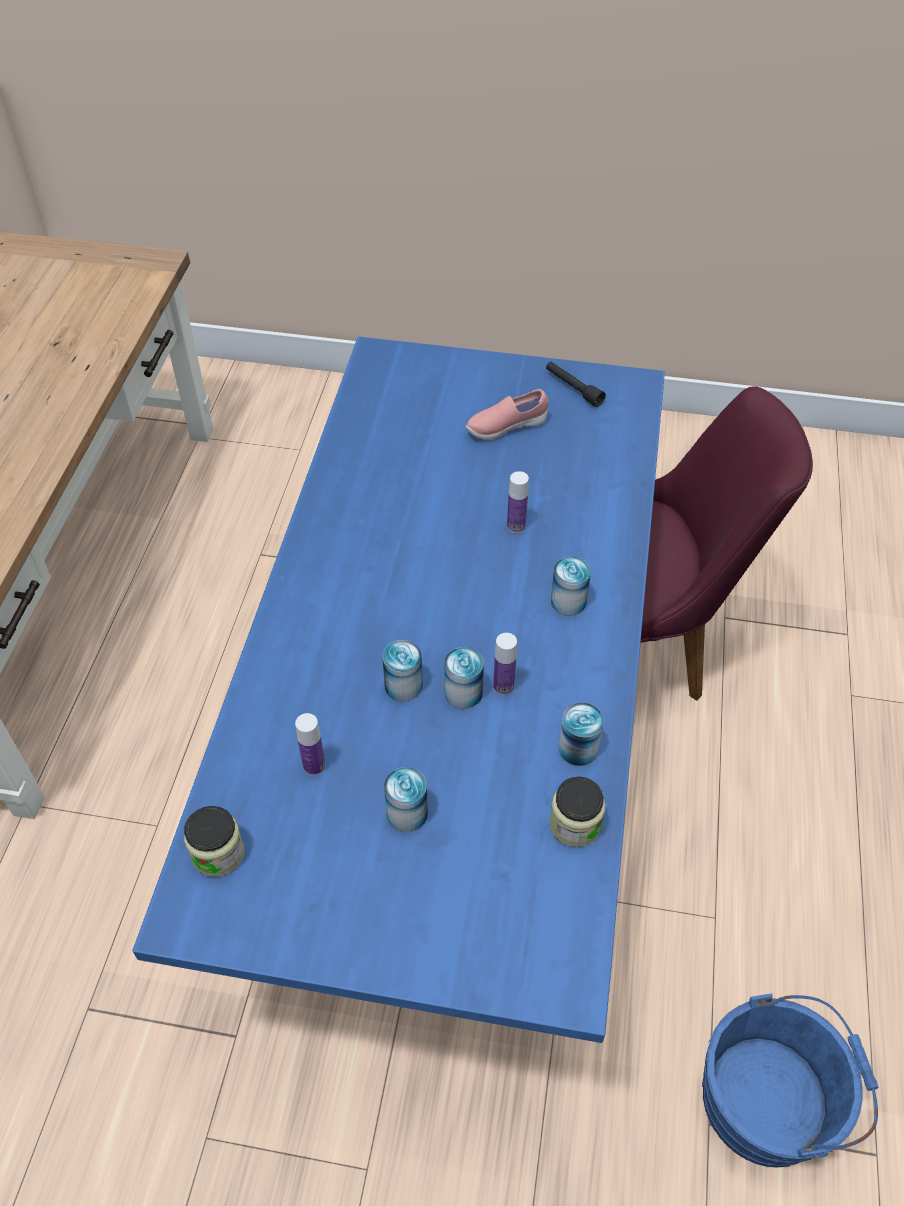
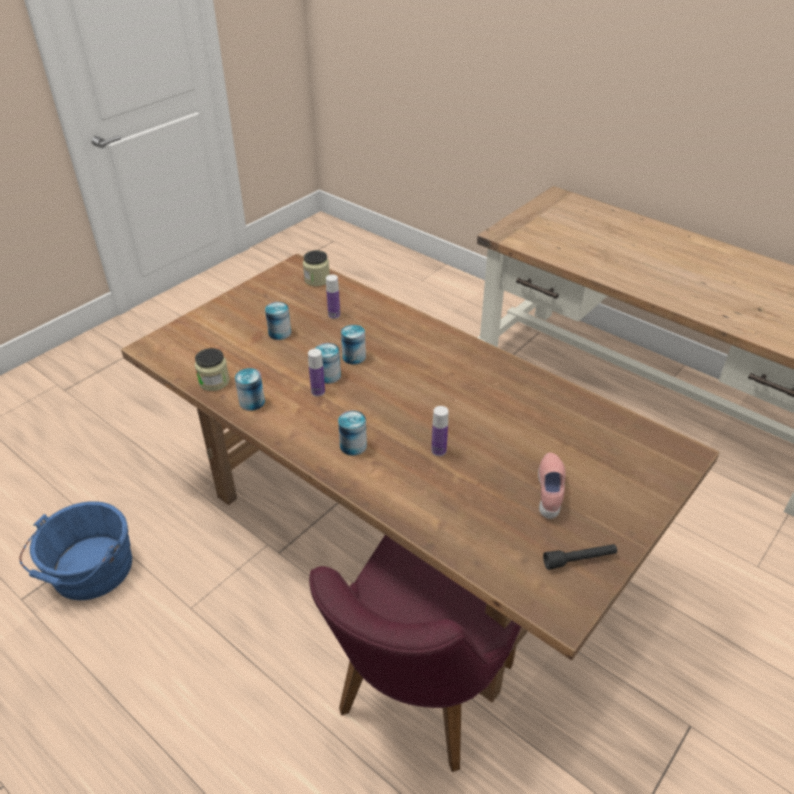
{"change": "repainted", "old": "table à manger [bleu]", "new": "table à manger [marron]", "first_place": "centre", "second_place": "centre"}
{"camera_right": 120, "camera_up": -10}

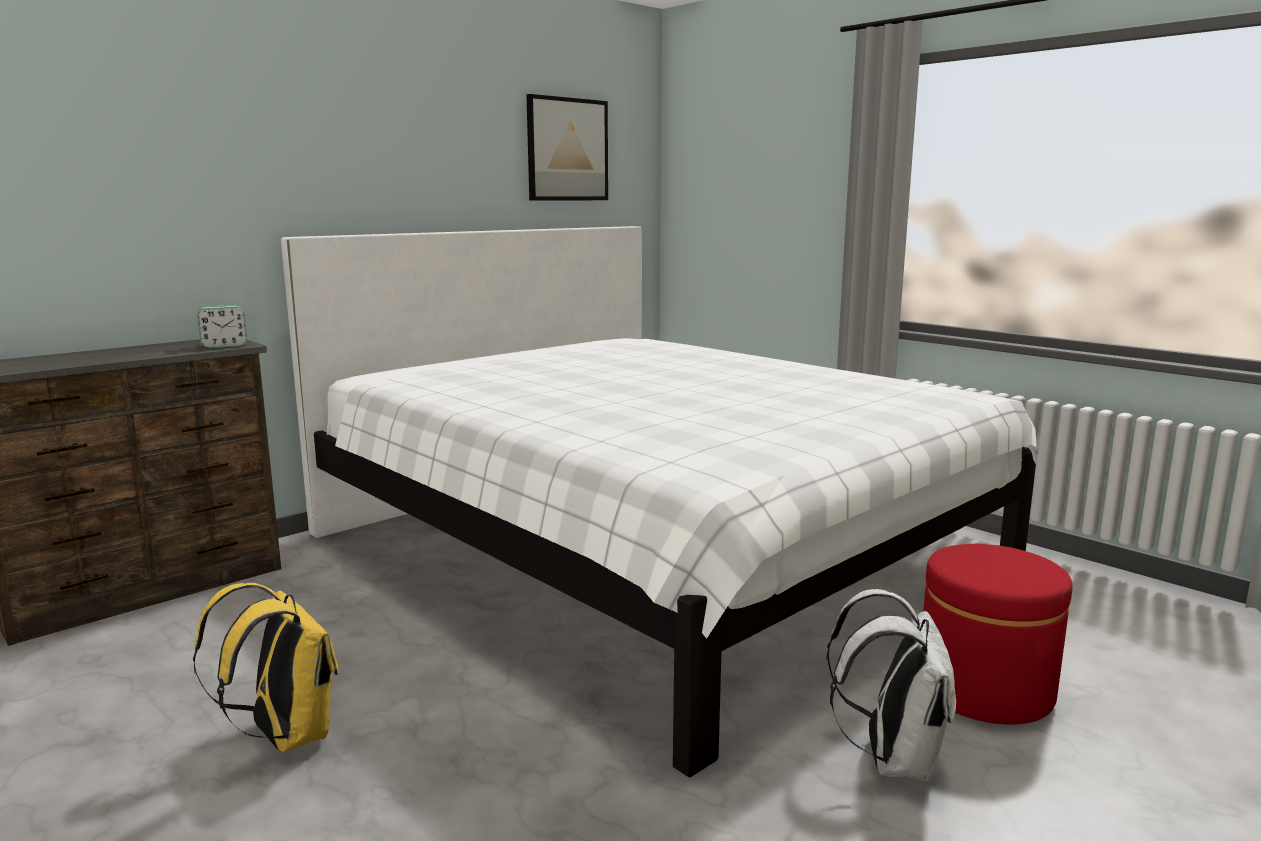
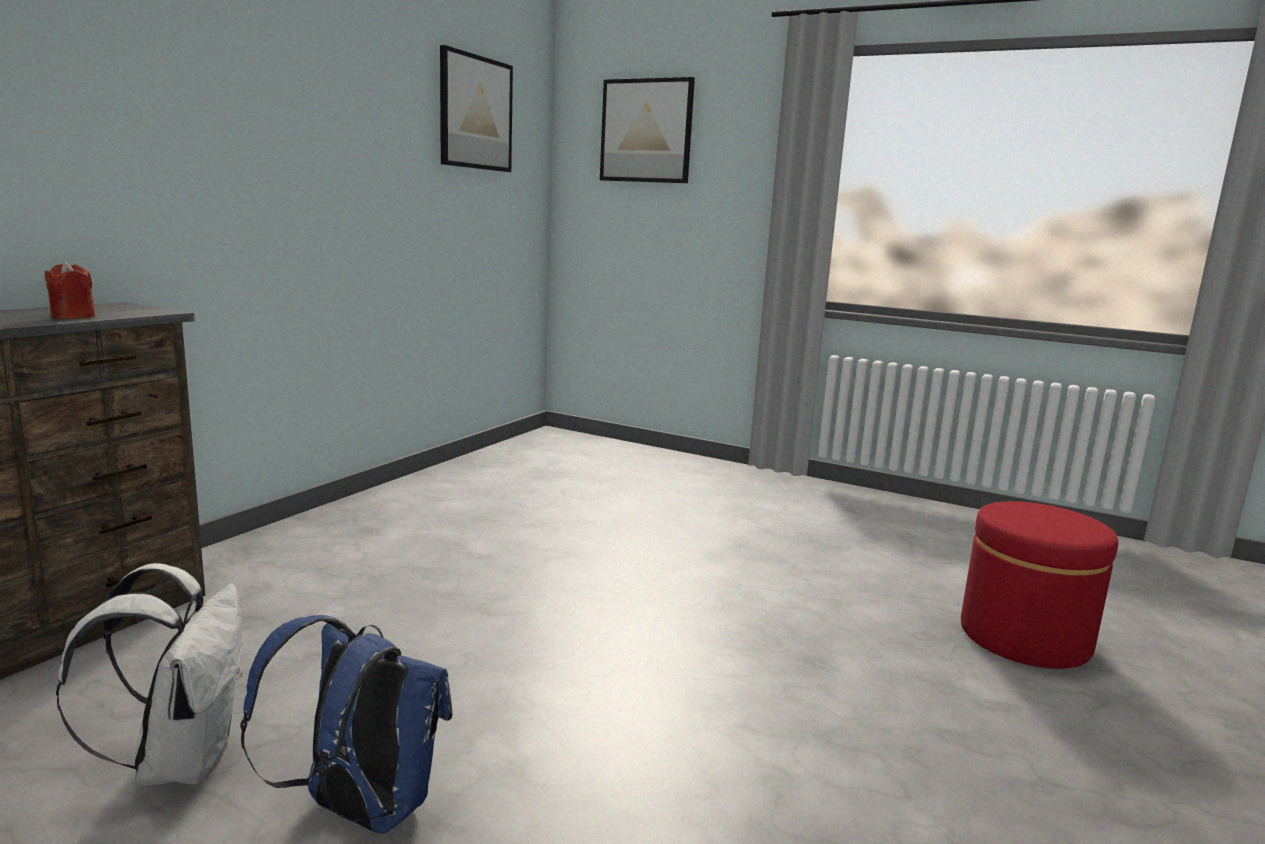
{"change": "new", "new": "bougie [rouge]", "second_place": "middle left"}
{"change": "shifted", "old": "sac à dos [blanc]", "first_place": "bottom right", "second_place": "bottom left"}
{"change": "repainted", "old": "sac à dos [jaune]", "new": "sac à dos [bleu]", "first_place": "bottom left", "second_place": "bottom left"}
{"change": "new", "new": "tableau (no. 2 from left)", "second_place": "top centre"}
{"change": "gone", "old": "réveil", "first_place": "middle left"}
{"change": "gone", "old": "lit [blanc]", "first_place": "centre"}
{"camera_right": -20, "camera_up": 0}

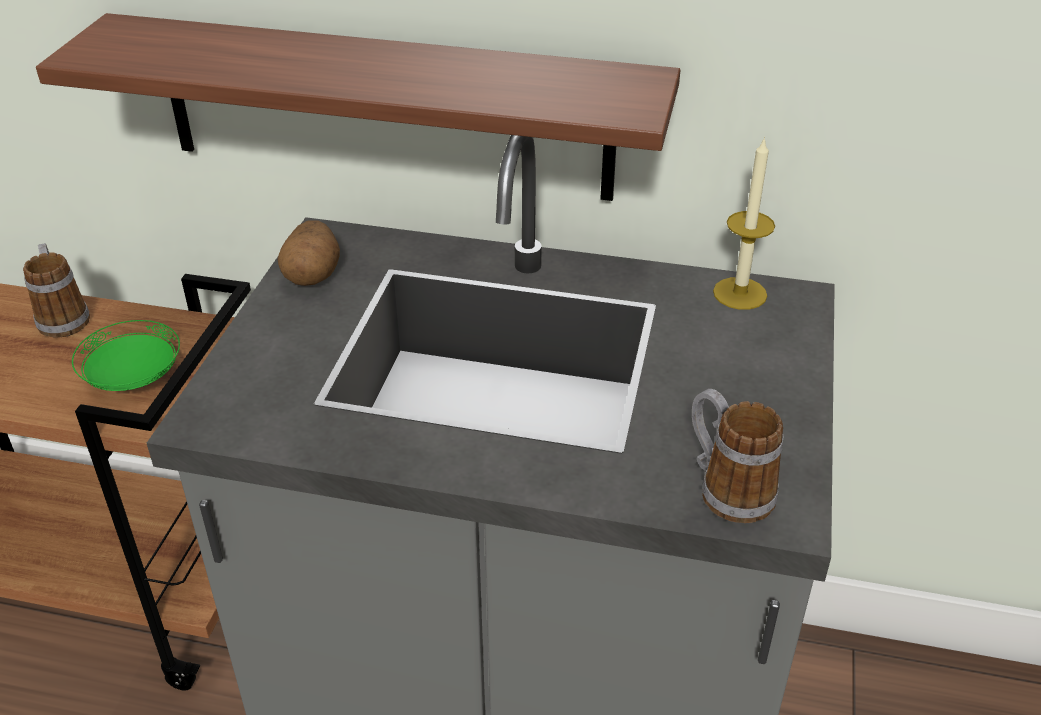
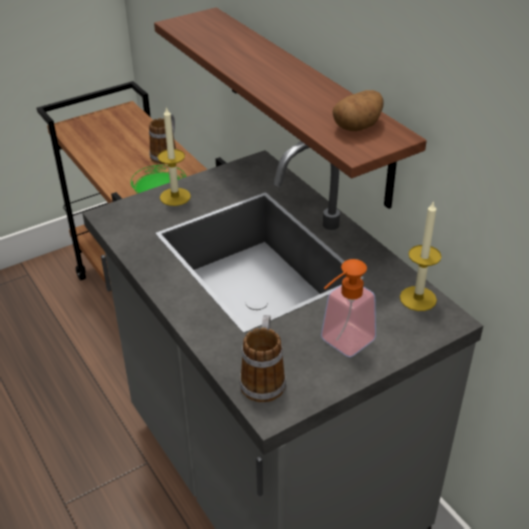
{"change": "new", "new": "bougie (no. 1 from left)", "second_place": "top left"}
{"change": "new", "new": "distributeur de savon", "second_place": "centre"}
{"change": "shifted", "old": "pomme de terre", "first_place": "middle left", "second_place": "top right"}
{"camera_right": 45, "camera_up": 0}

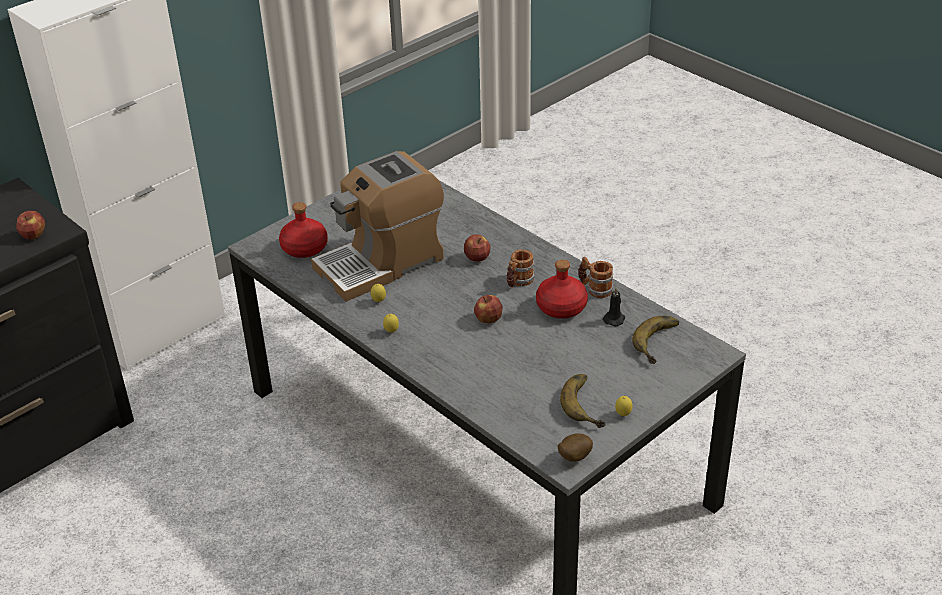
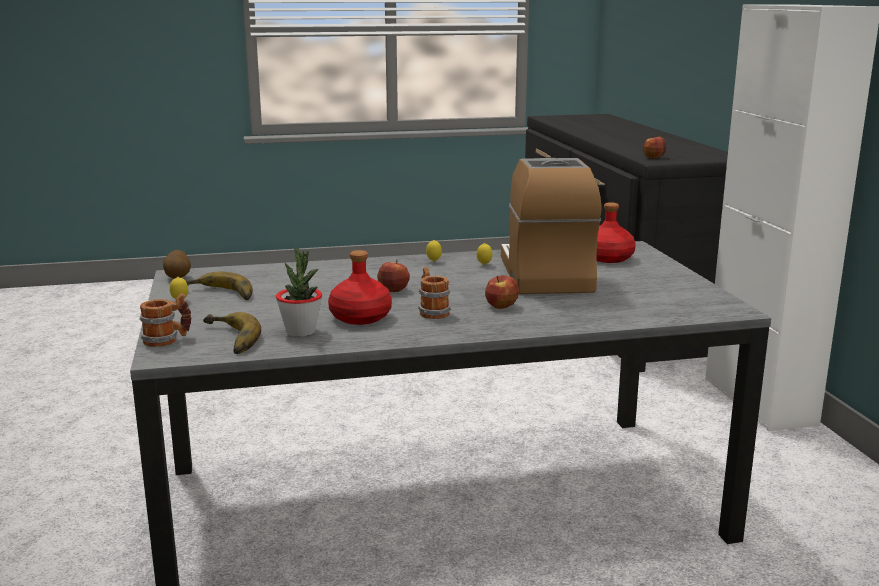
{"change": "shifted", "old": "mug (no. 2 from left in the first image)", "new": "mug (no. 1 from left)", "first_place": "centre", "second_place": "middle left"}
{"change": "swapped", "old": "bougie [noir]", "new": "plante en pot", "first_place": "centre", "second_place": "centre"}
{"camera_right": 120, "camera_up": -20}

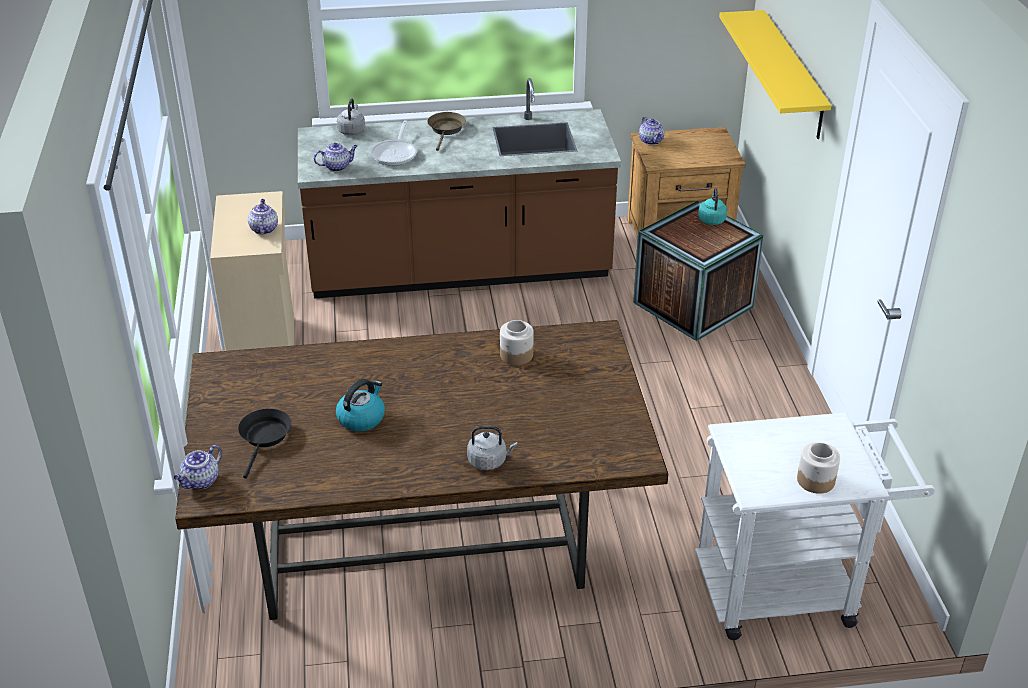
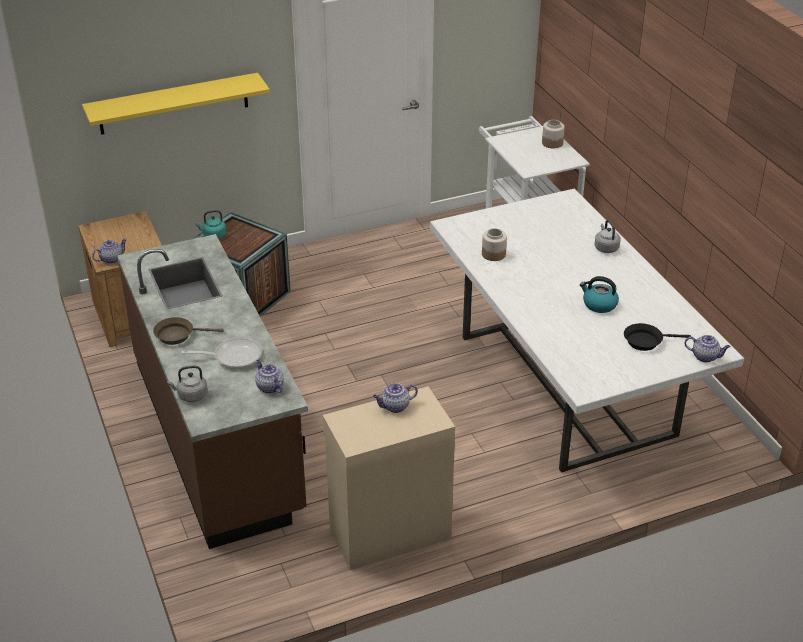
{"change": "repainted", "old": "table à manger [marron]", "new": "table à manger [blanc]", "first_place": "bottom centre", "second_place": "middle right"}
{"camera_right": -105, "camera_up": 0}

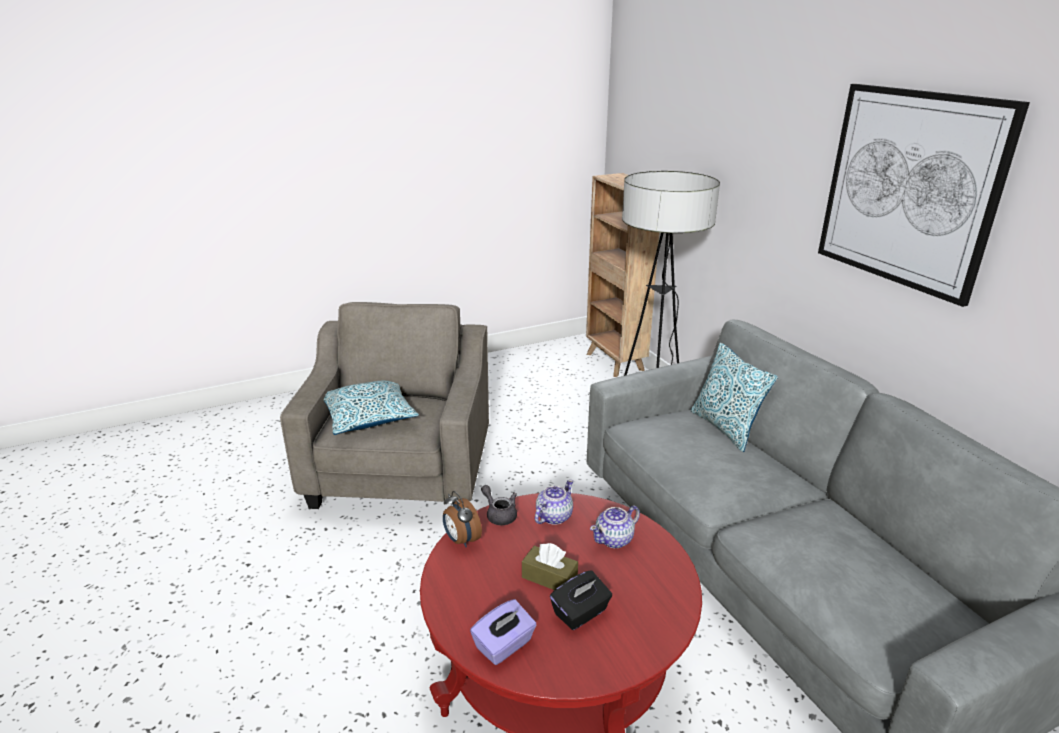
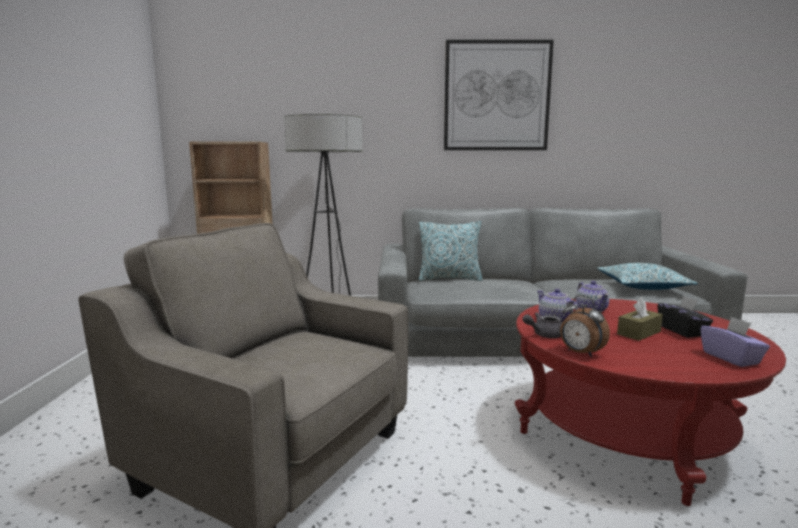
{"change": "rotated", "old": "réveil", "first_place": "bottom centre", "second_place": "middle right", "degrees": 60}
{"change": "shifted", "old": "coussin (no. 1 from left in the first image)", "new": "coussin (no. 2 from left)", "first_place": "centre", "second_place": "middle right"}
{"camera_right": -65, "camera_up": -15}

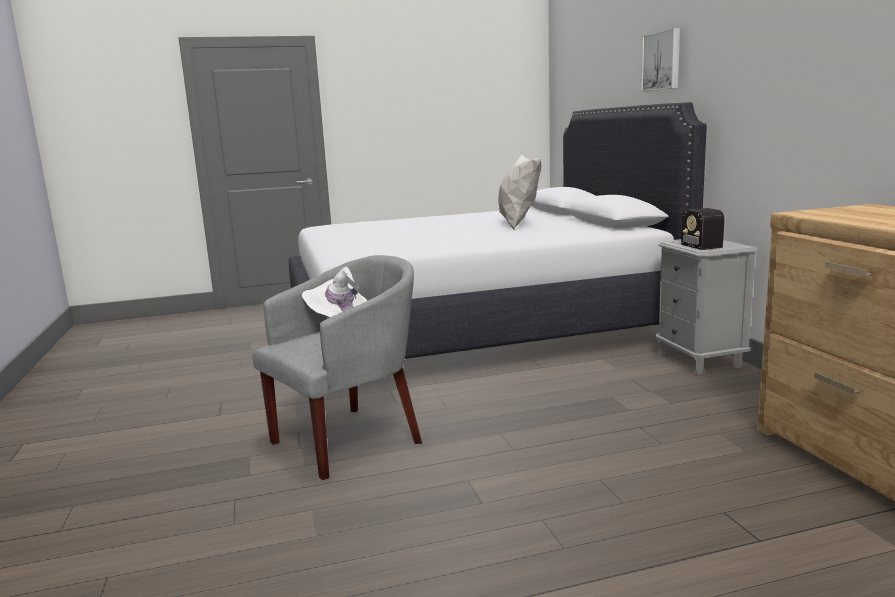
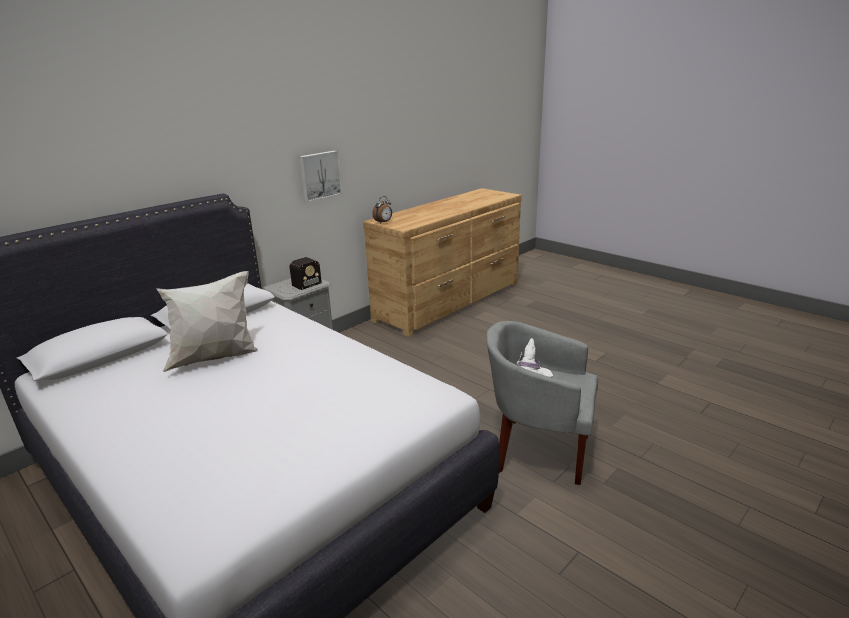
{"change": "shifted", "old": "tableau", "first_place": "top right", "second_place": "top centre"}
{"change": "new", "new": "réveil", "second_place": "centre"}
{"camera_right": -120, "camera_up": 10}

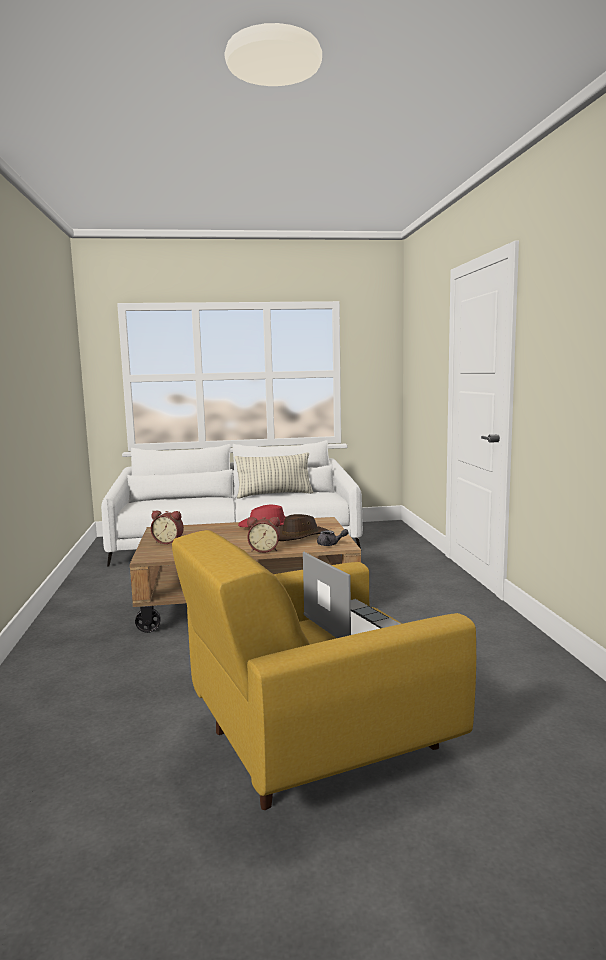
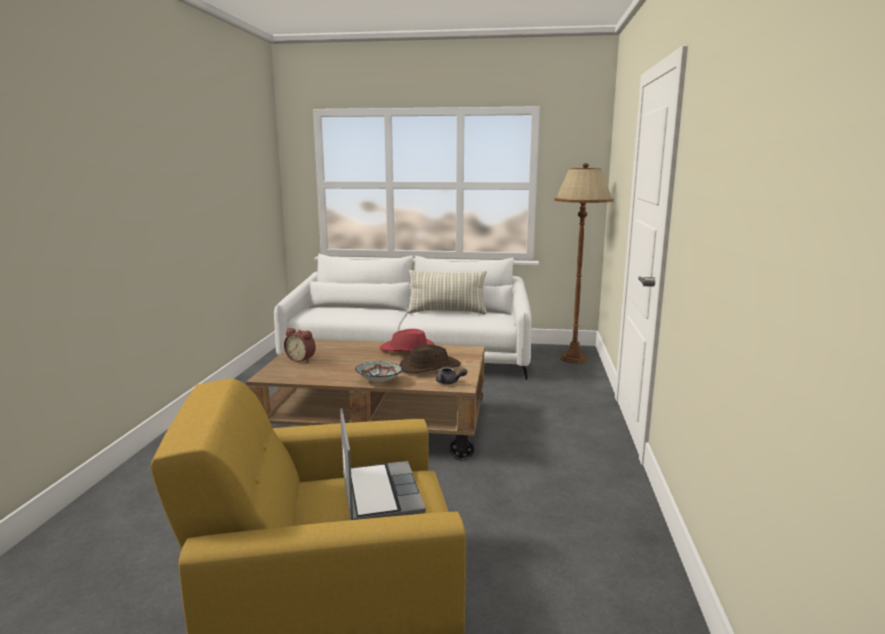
{"change": "swapped", "old": "réveil (no. 2 from left)", "new": "bol", "first_place": "centre", "second_place": "centre"}
{"change": "new", "new": "lampadaire [marron]", "second_place": "centre"}
{"camera_right": 15, "camera_up": 5}

